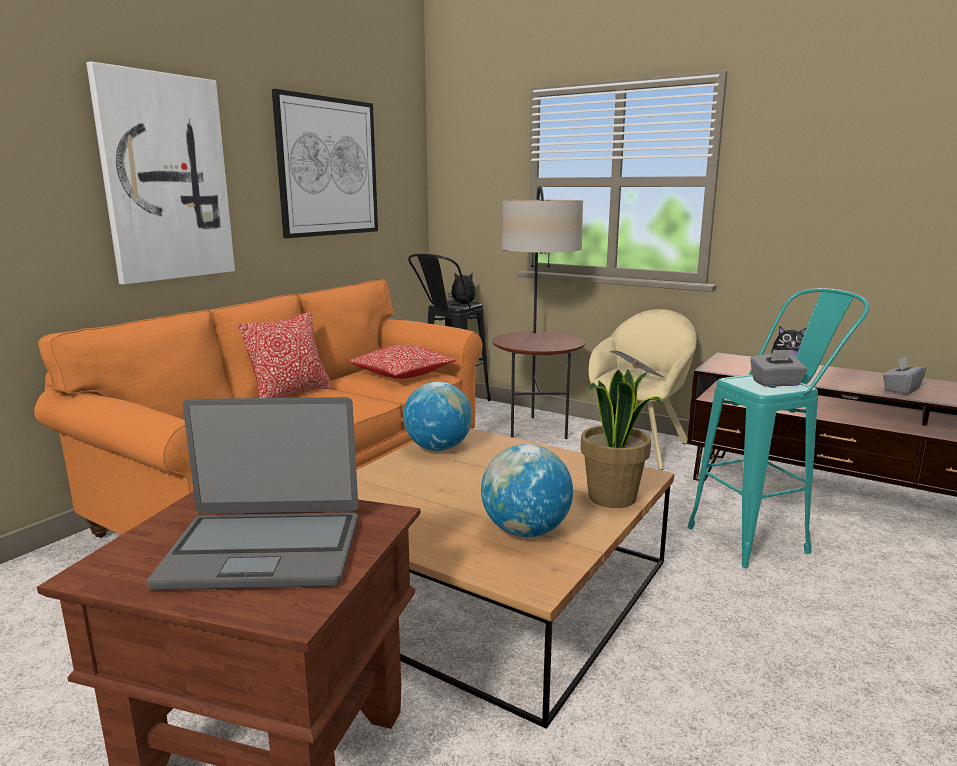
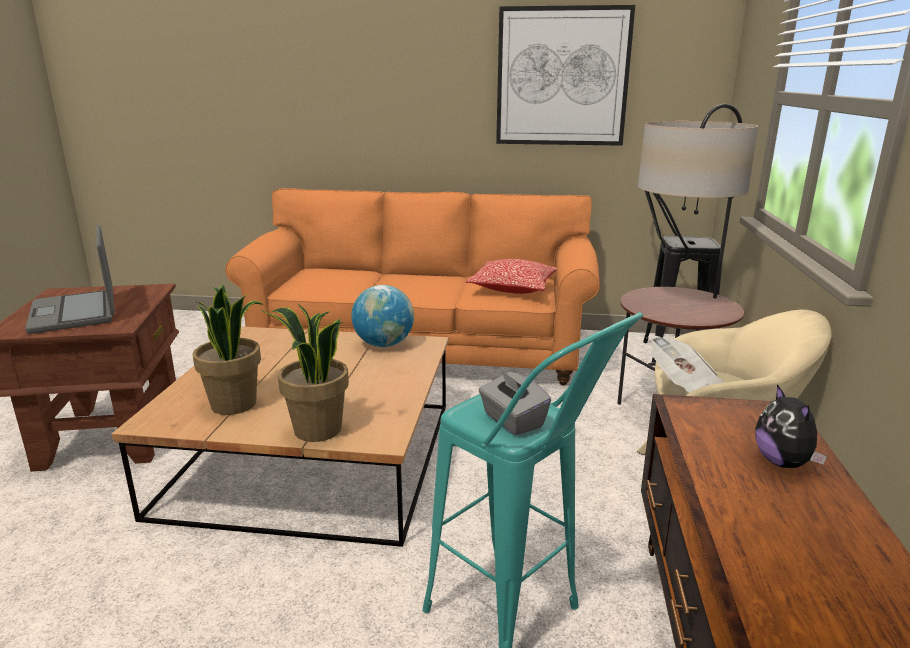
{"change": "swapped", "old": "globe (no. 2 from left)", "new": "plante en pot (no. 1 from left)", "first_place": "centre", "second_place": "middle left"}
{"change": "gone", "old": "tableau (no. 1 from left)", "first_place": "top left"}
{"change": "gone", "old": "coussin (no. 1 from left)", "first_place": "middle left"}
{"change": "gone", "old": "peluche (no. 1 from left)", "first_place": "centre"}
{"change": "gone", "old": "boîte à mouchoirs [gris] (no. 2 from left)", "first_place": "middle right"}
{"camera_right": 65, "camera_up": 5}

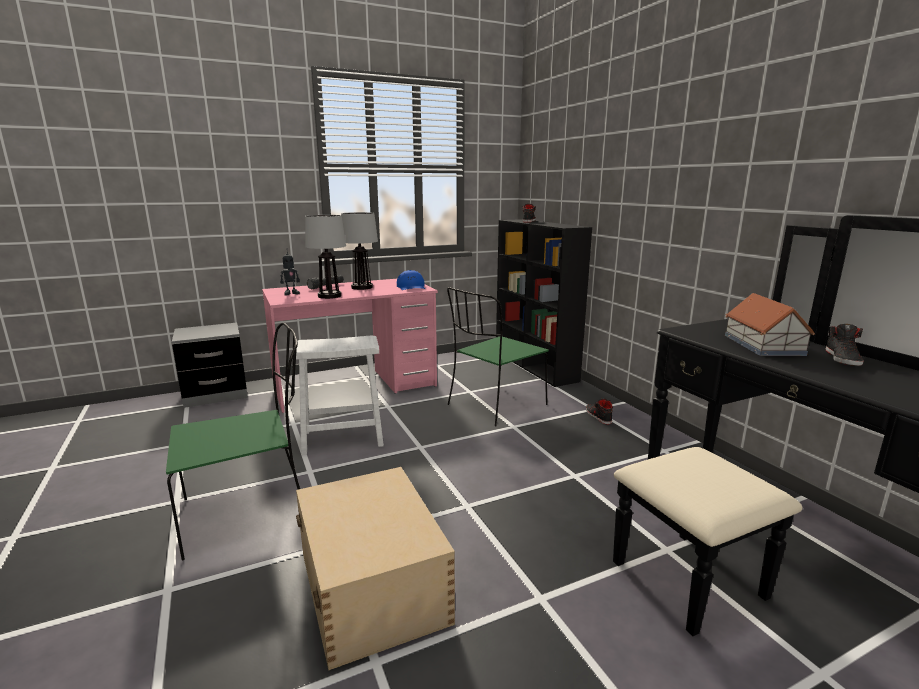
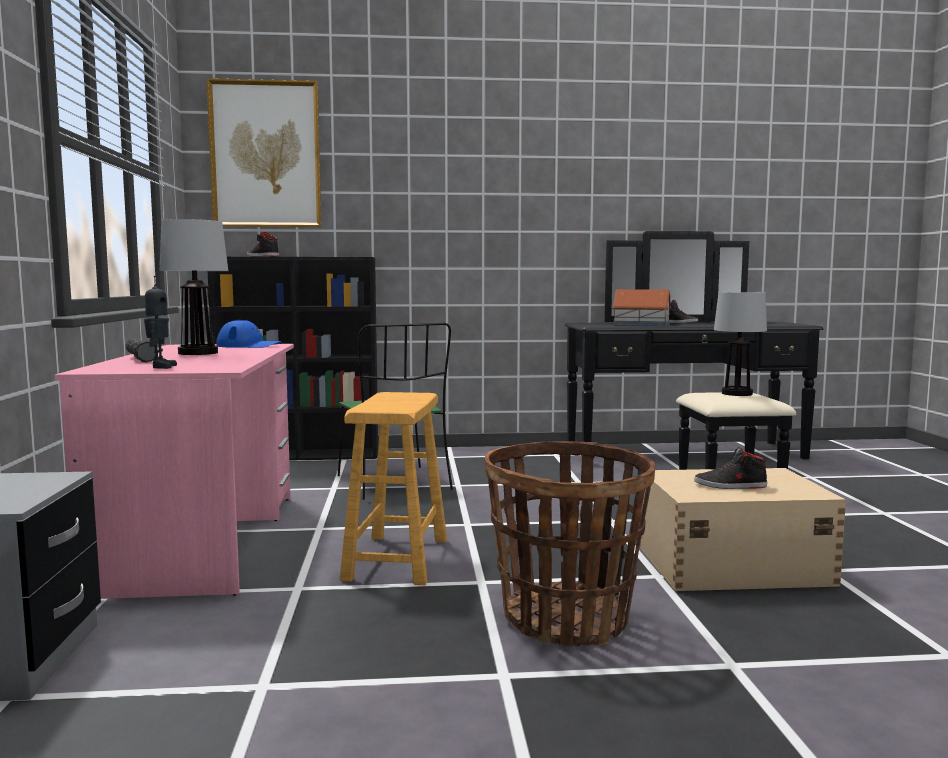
{"change": "new", "new": "tableau", "second_place": "top left"}
{"change": "repainted", "old": "tabouret [blanc]", "new": "tabouret [marron]", "first_place": "centre", "second_place": "centre"}
{"change": "swapped", "old": "chaise [vert] (no. 1 from left)", "new": "panier", "first_place": "middle left", "second_place": "bottom centre"}
{"change": "shifted", "old": "chaussure [noir] (no. 2 from left in the first image)", "new": "chaussure [noir] (no. 3 from left)", "first_place": "centre", "second_place": "middle right"}
{"change": "shifted", "old": "lampe de table (no. 1 from left in the first image)", "new": "lampe de table (no. 2 from left)", "first_place": "centre", "second_place": "middle right"}
{"camera_right": -70, "camera_up": -10}

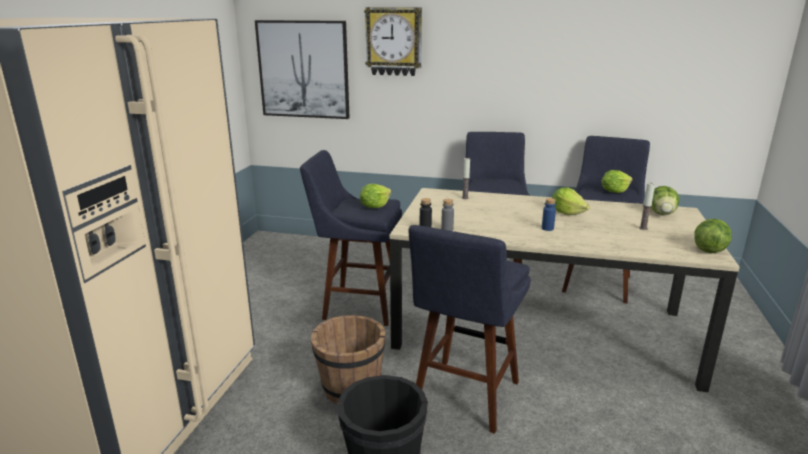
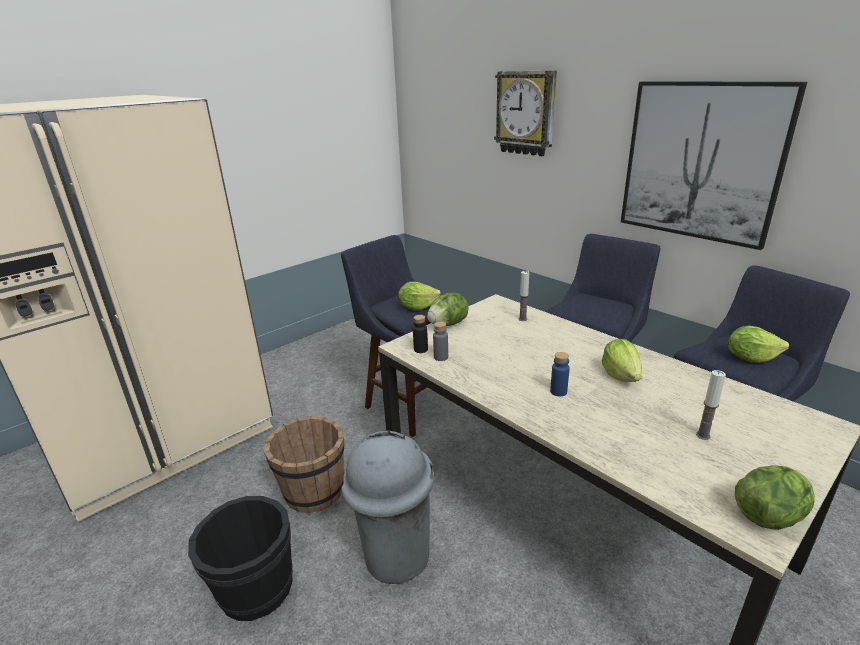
{"change": "swapped", "old": "tabouret [bleu] (no. 2 from left)", "new": "poubelle [gris]", "first_place": "bottom centre", "second_place": "bottom centre"}
{"change": "shifted", "old": "laitue (no. 4 from left in the first image)", "new": "laitue (no. 2 from left)", "first_place": "middle right", "second_place": "centre"}
{"change": "shifted", "old": "tableau", "first_place": "top centre", "second_place": "top right"}
{"camera_right": 35, "camera_up": 5}

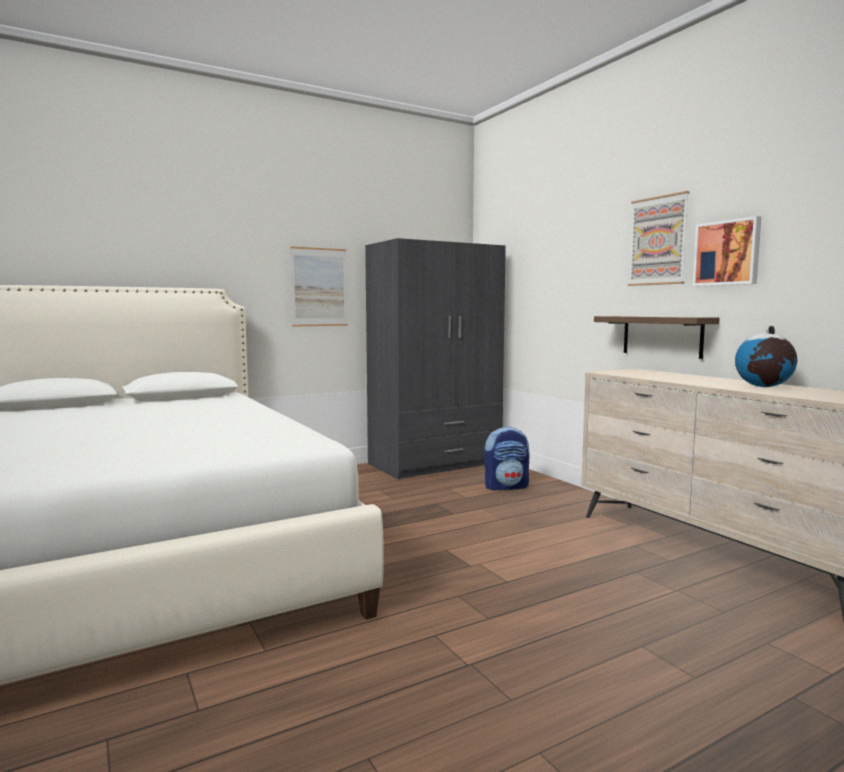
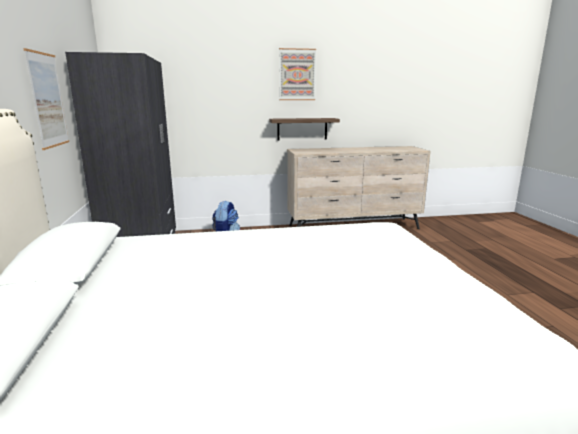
{"change": "gone", "old": "tableau (no. 3 from left)", "first_place": "top right"}
{"change": "gone", "old": "globe", "first_place": "middle right"}
{"camera_right": -70, "camera_up": 10}

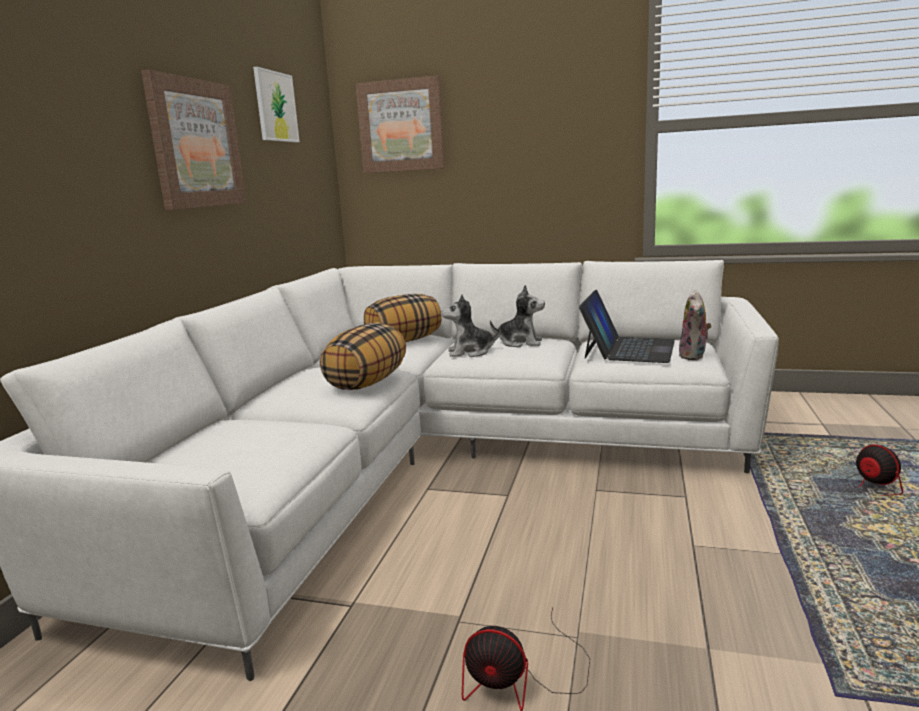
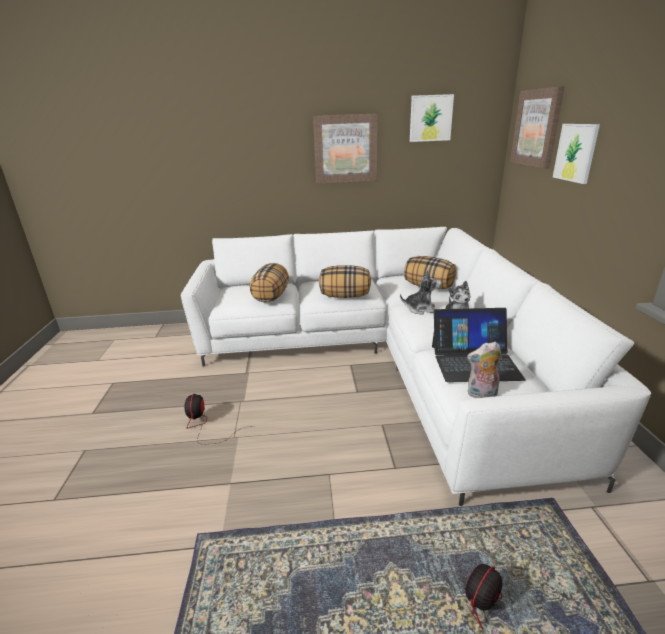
{"change": "new", "new": "coussin (no. 1 from left)", "second_place": "centre"}
{"change": "rotated", "old": "peluche (no. 1 from left)", "first_place": "centre", "second_place": "centre", "degrees": 120}
{"change": "new", "new": "tableau (no. 4 from left)", "second_place": "top right"}
{"camera_right": 70, "camera_up": 10}

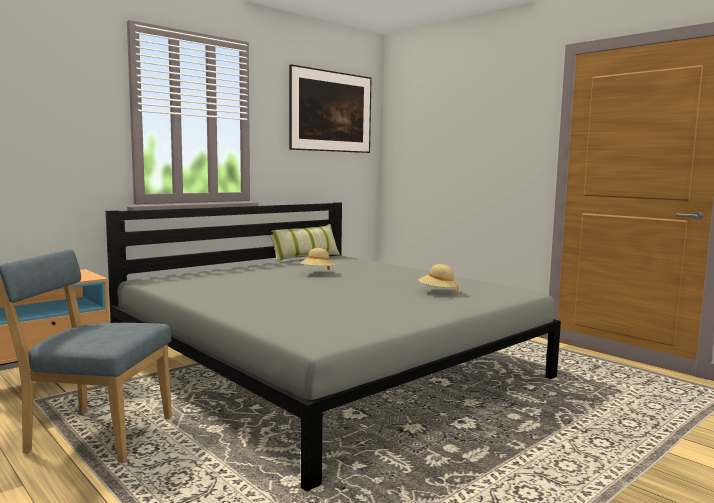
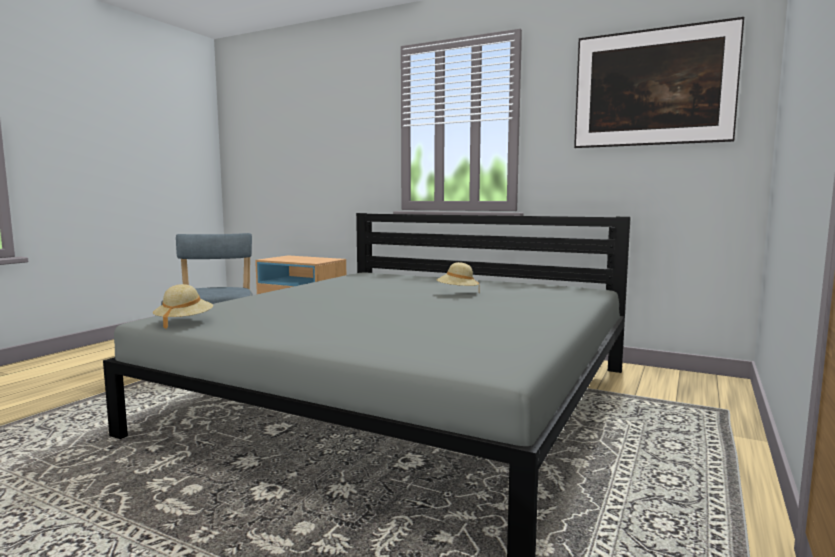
{"change": "shifted", "old": "chapeau [beige] (no. 2 from left in the first image)", "new": "chapeau [beige] (no. 1 from left)", "first_place": "centre", "second_place": "middle left"}
{"change": "gone", "old": "coussin", "first_place": "centre"}
{"camera_right": 70, "camera_up": 0}

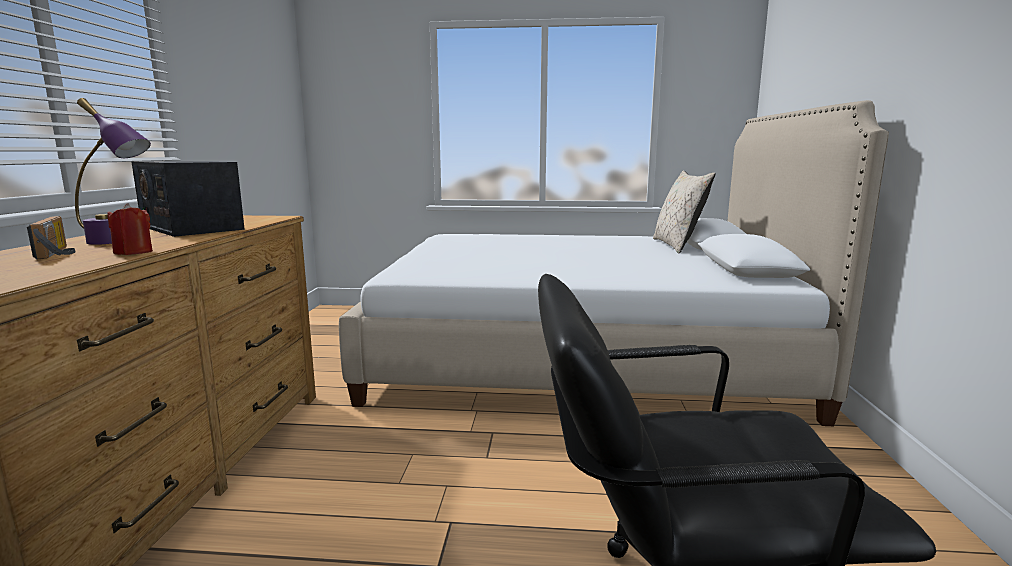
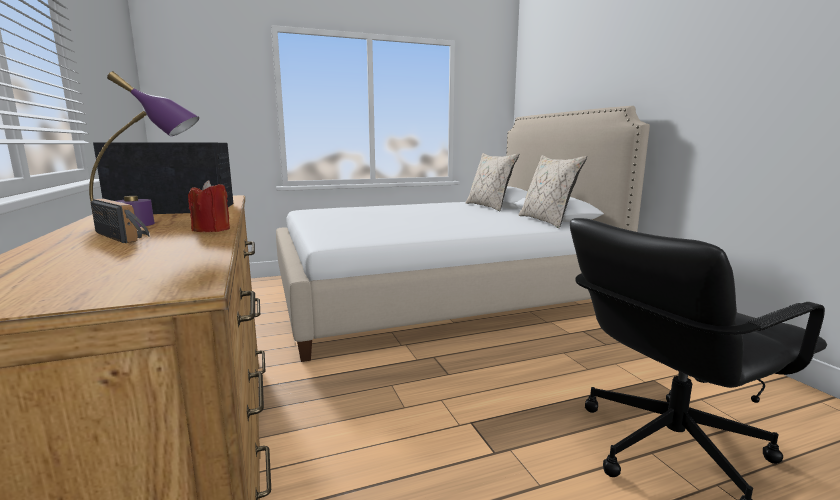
{"change": "rotated", "old": "radio (no. 2 from left)", "first_place": "middle left", "second_place": "middle left", "degrees": 150}
{"change": "new", "new": "coussin [beige] (no. 2 from left)", "second_place": "centre"}
{"camera_right": -25, "camera_up": 0}

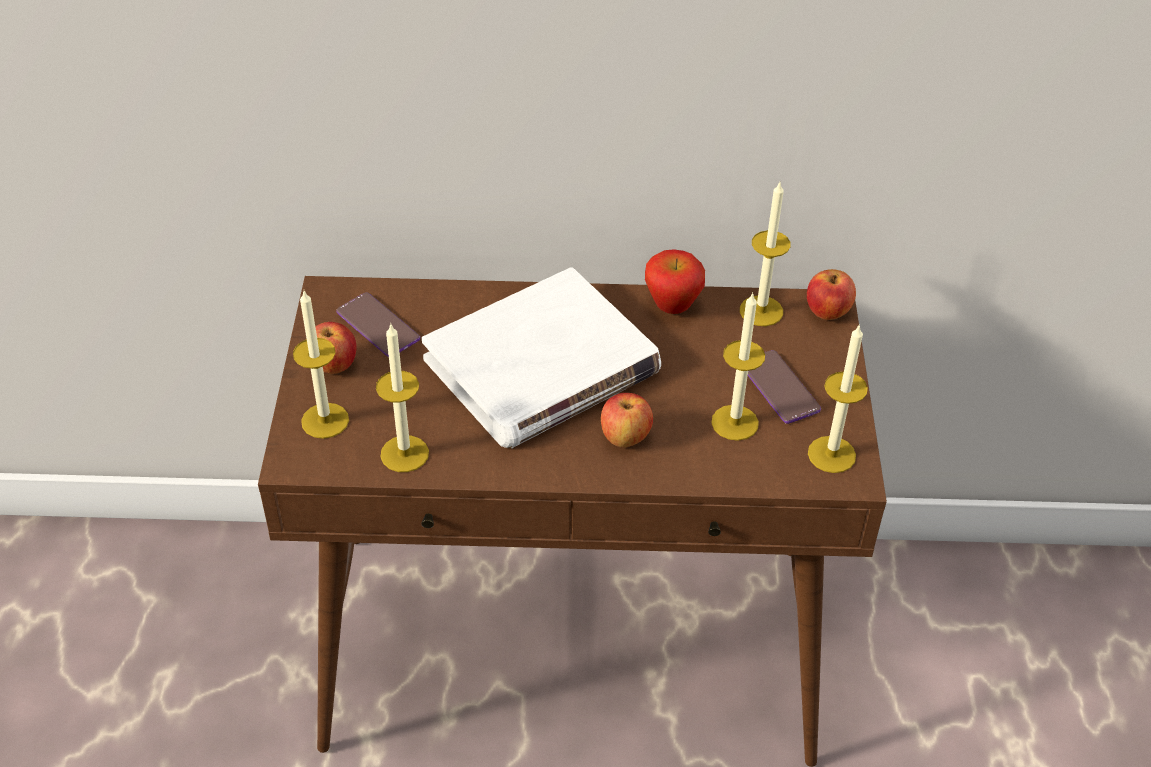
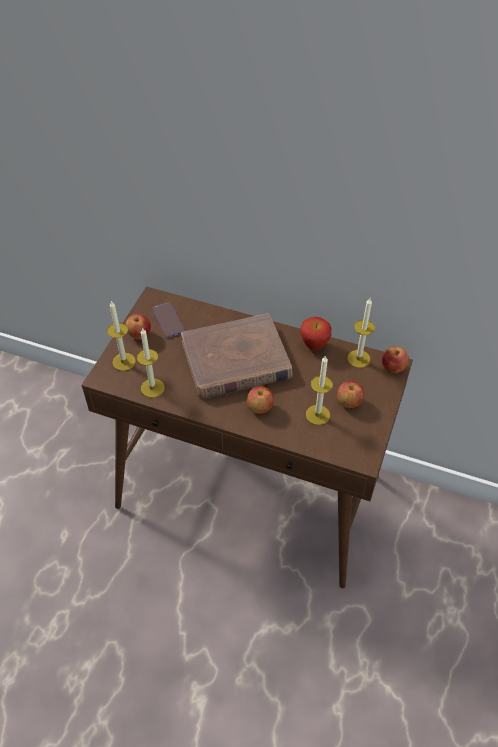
{"change": "repainted", "old": "livre [blanc]", "new": "livre [marron]", "first_place": "centre", "second_place": "centre"}
{"change": "swapped", "old": "téléphone (no. 2 from left)", "new": "pomme (no. 4 from left)", "first_place": "middle right", "second_place": "middle right"}
{"change": "gone", "old": "bougie (no. 5 from left)", "first_place": "middle right"}
{"camera_right": 20, "camera_up": 5}

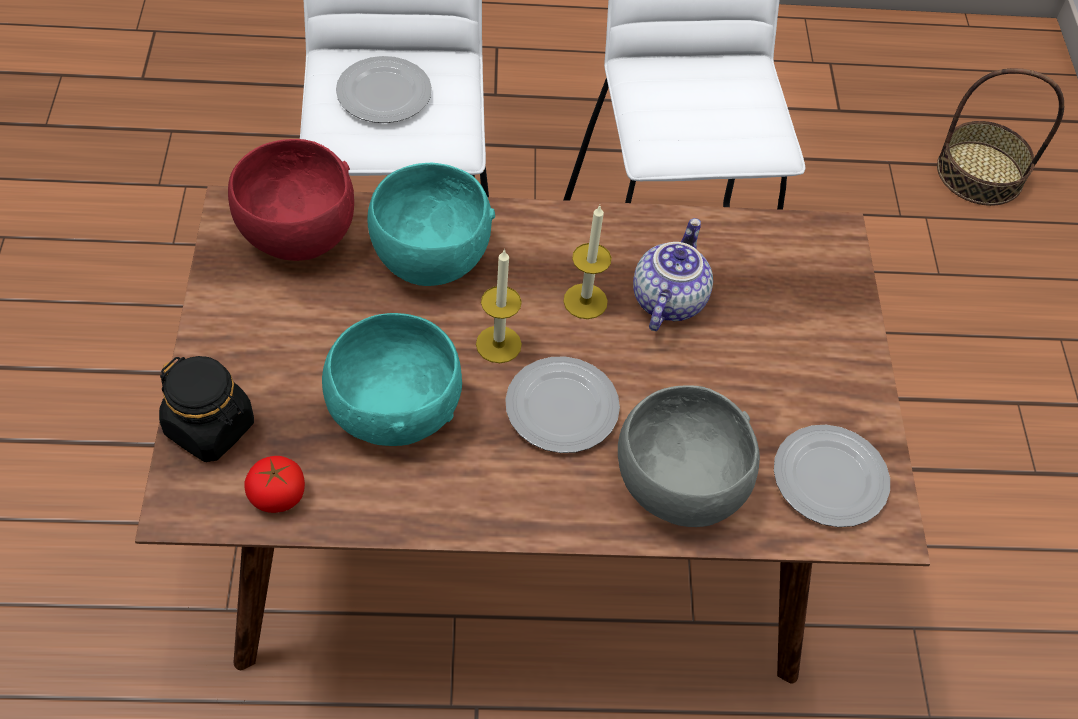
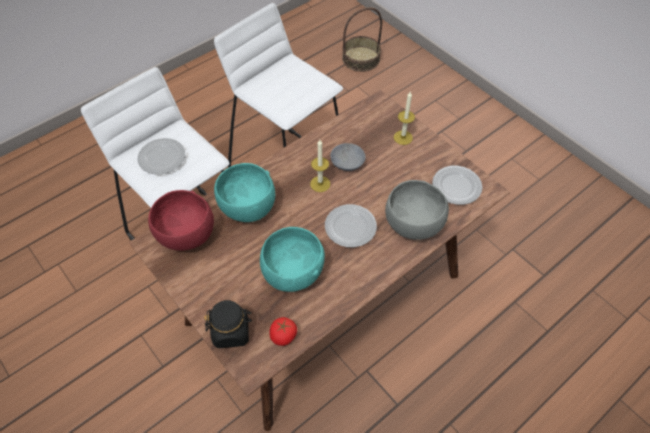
{"change": "swapped", "old": "théière", "new": "bol [gris] (no. 1 from left)", "first_place": "centre", "second_place": "centre"}
{"change": "shifted", "old": "bougie (no. 1 from left in the first image)", "new": "bougie (no. 2 from left)", "first_place": "centre", "second_place": "top centre"}
{"camera_right": -35, "camera_up": 0}

